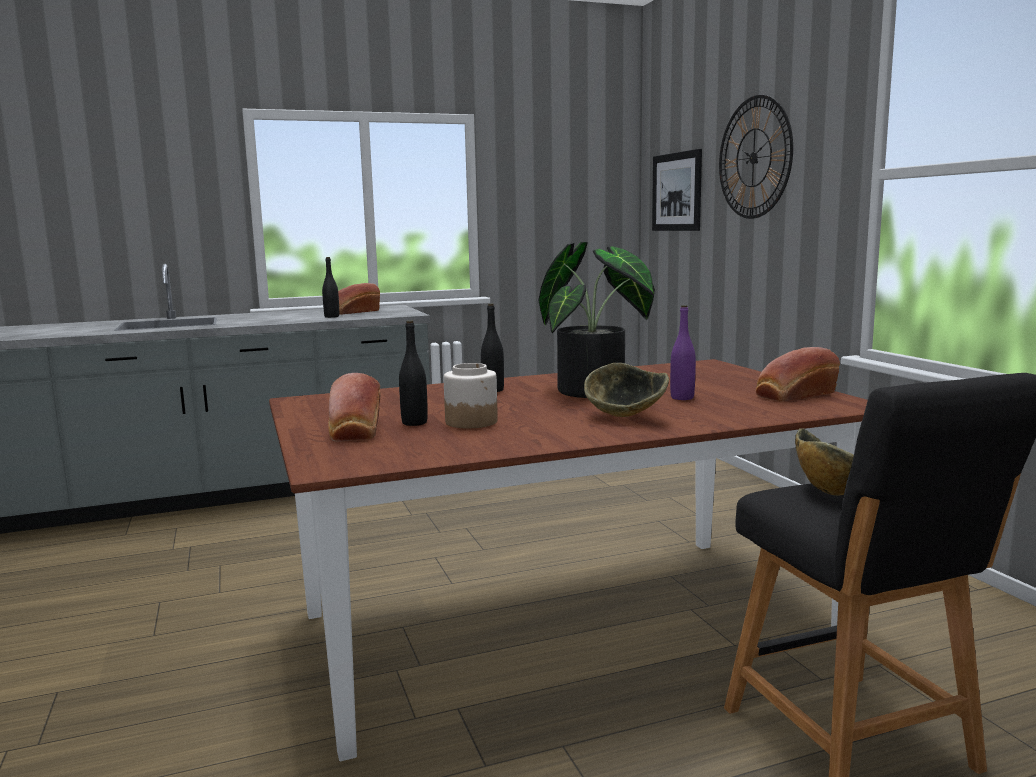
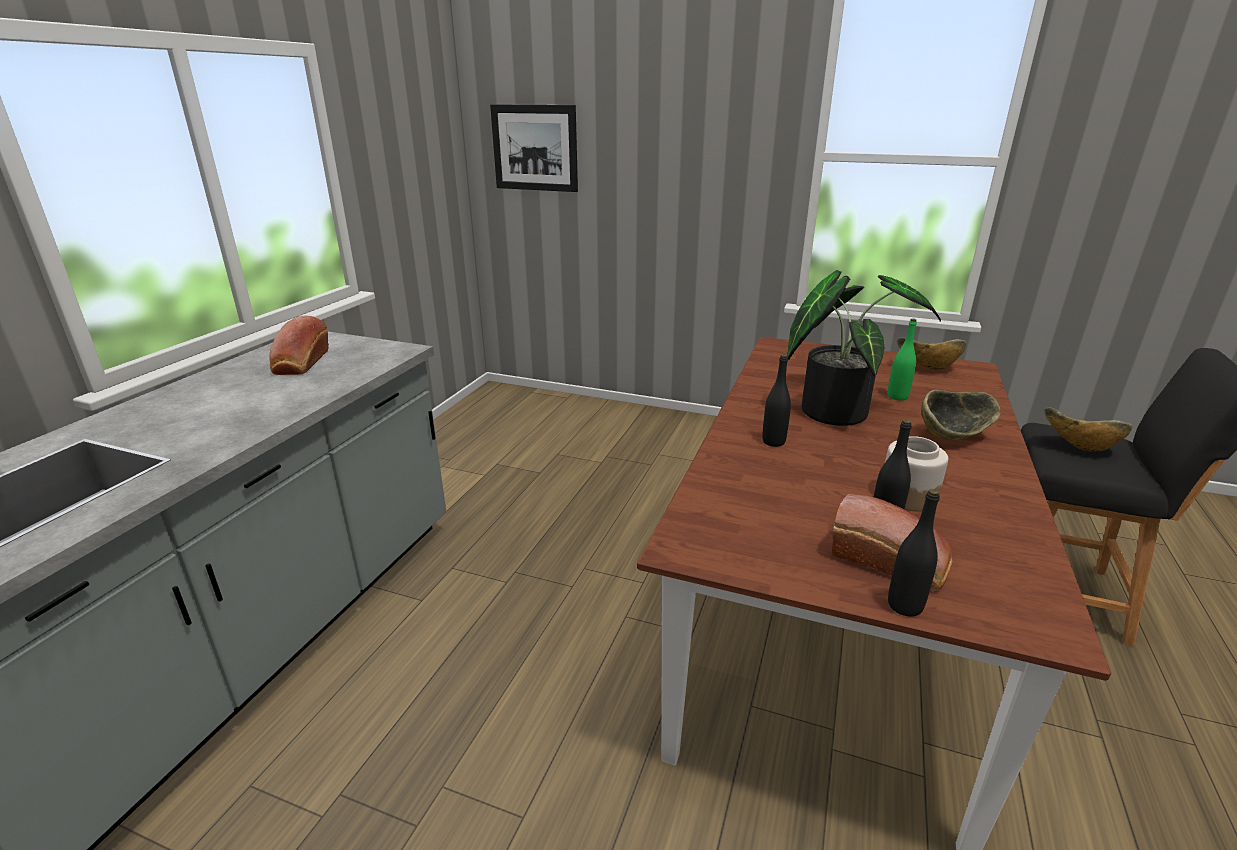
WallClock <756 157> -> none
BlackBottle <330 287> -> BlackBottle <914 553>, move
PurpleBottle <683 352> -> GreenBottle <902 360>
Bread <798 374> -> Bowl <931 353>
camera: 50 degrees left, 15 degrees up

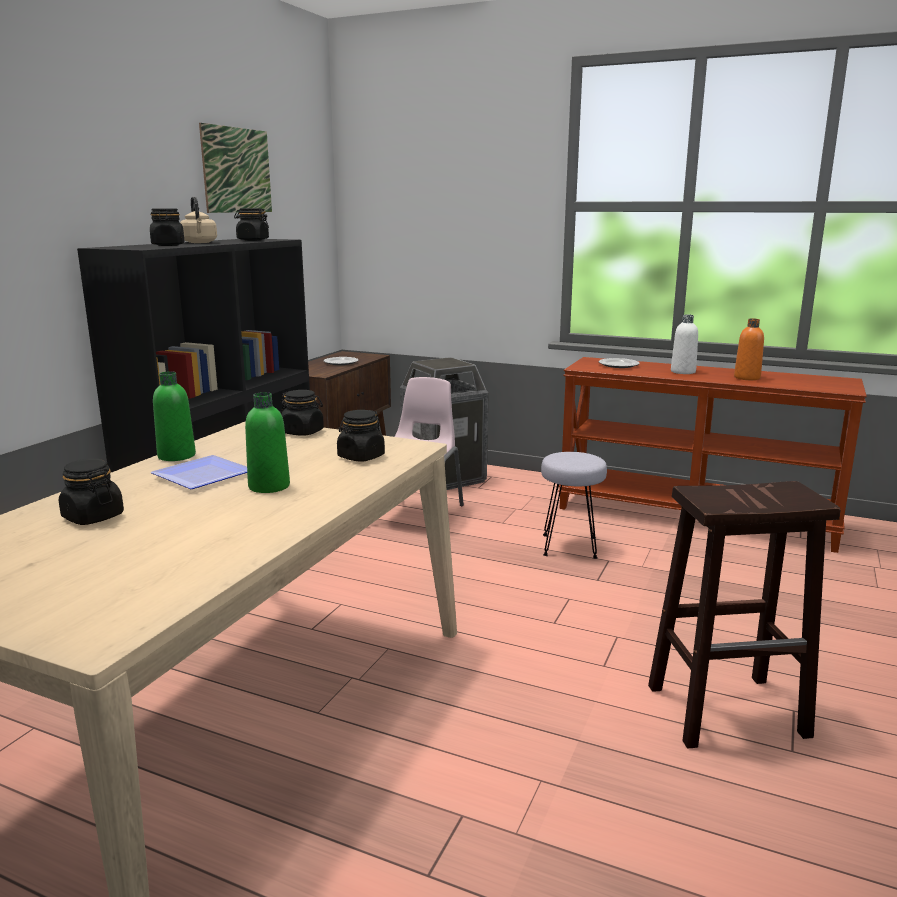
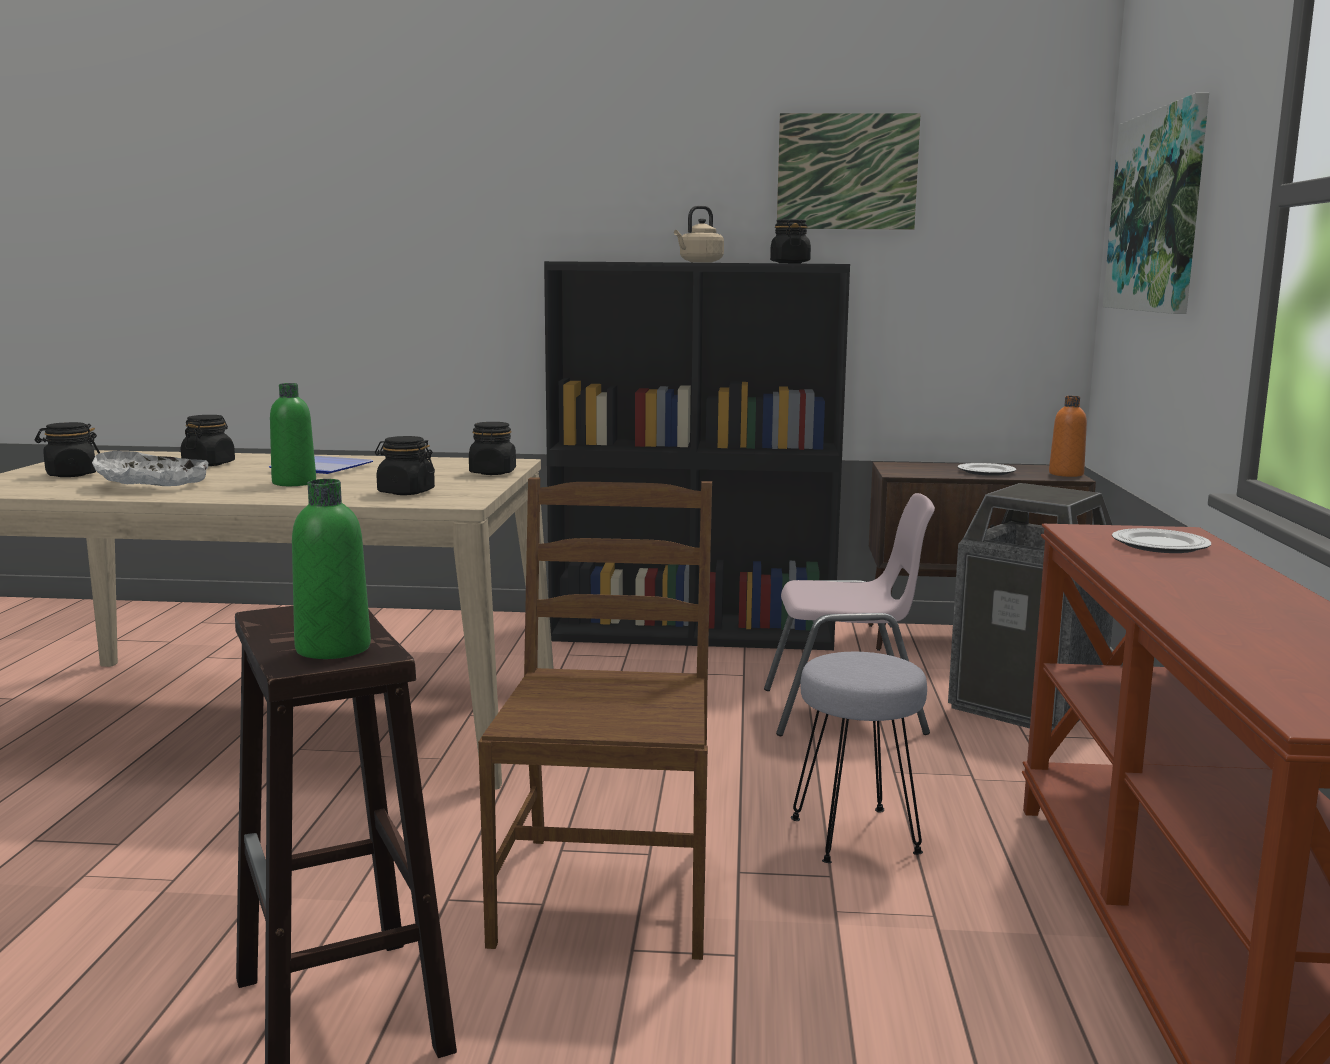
BlackJar <167 227> -> BlackJar <67 449>, move
WhiteBottle <684 344> -> none
OrangeBottle <749 349> -> OrangeBottle <1068 436>, move
GreenBottle <174 416> -> GreenBottle <331 569>, move
none -> Picture <1156 203>
none -> WhiteBowl <150 468>
none -> BrownChair <595 718>
camera: 70 degrees right, 5 degrees down

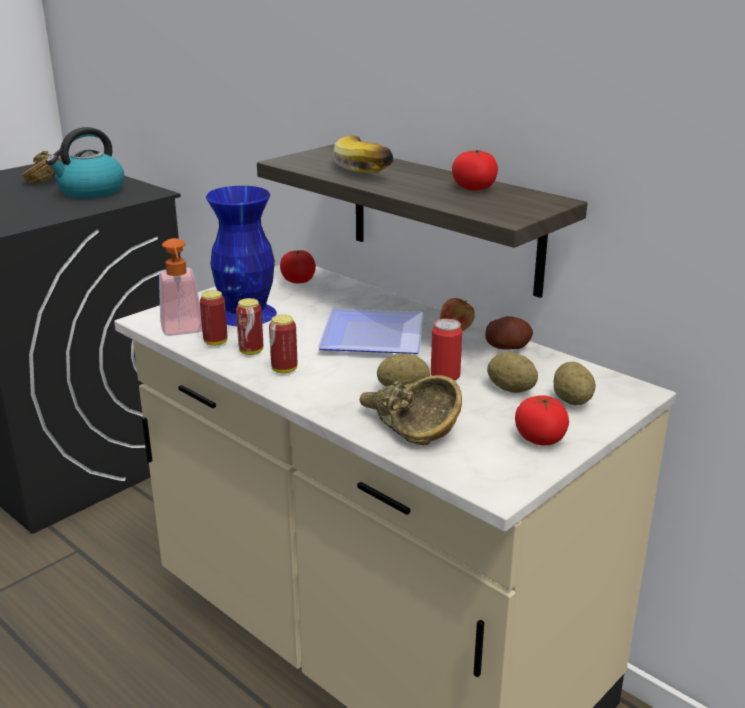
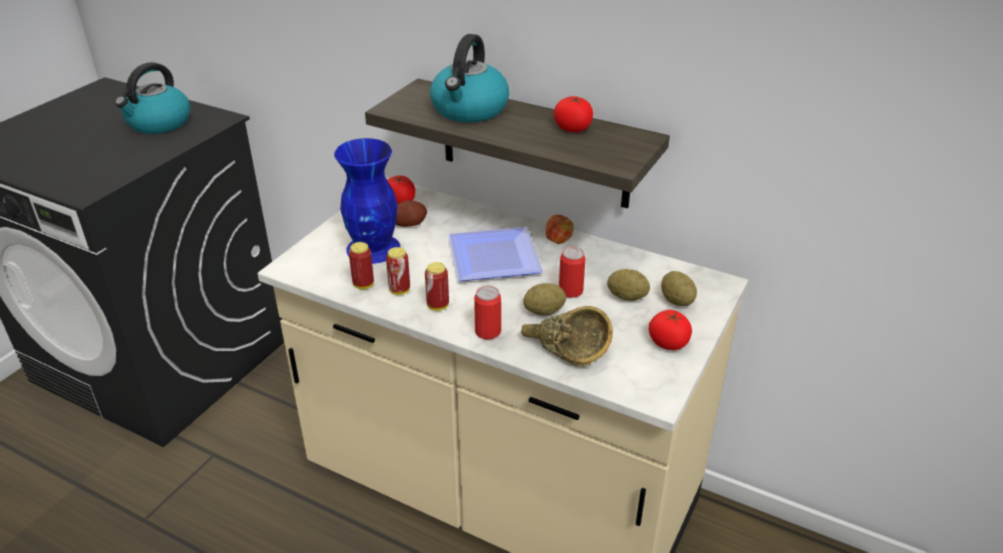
Banana <364 154> -> Kettle <469 78>
BrownBowl <41 167> -> none
SoapDispenser <180 287> -> none
Potato <509 333> -> Potato <411 213>, move
none -> Can <487 313>
camera: 15 degrees left, 10 degrees up

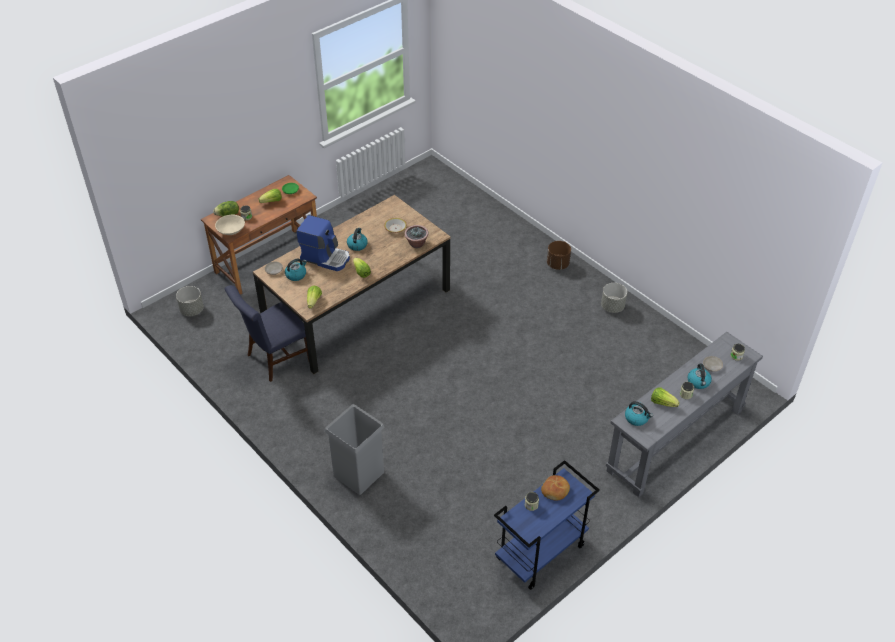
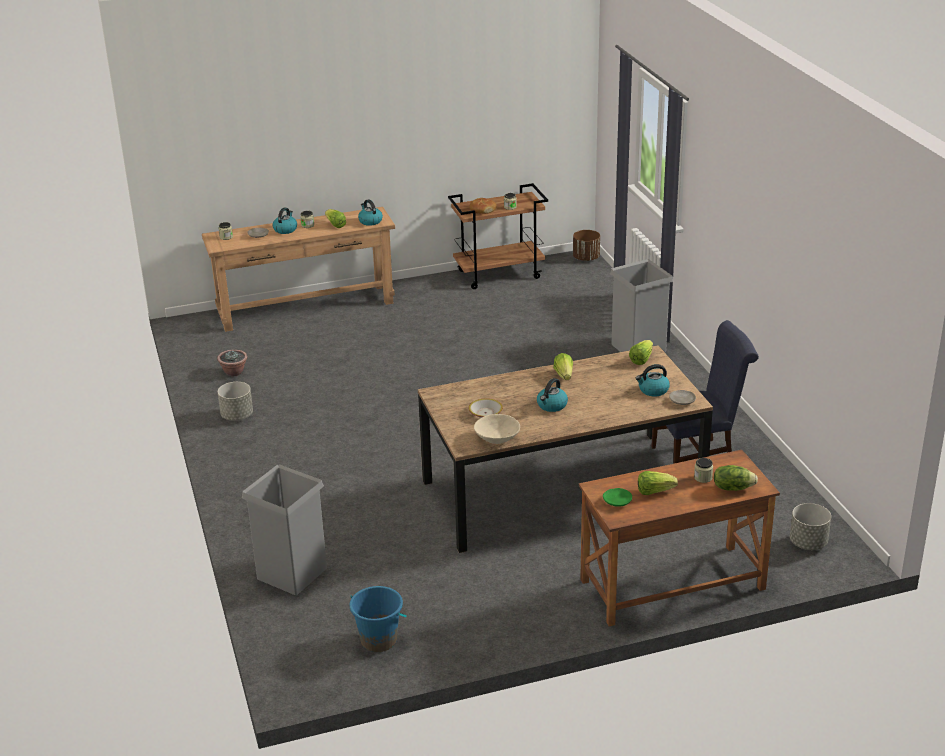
BeigeBowl <230 225> -> BeigeBowl <497 429>, move
CoffeeMachine <323 243> -> none
PottedPlant <416 236> -> PottedPlant <232 363>, move
BrownPlanter <559 255> -> BrownPlanter <586 245>, move
GreyConsoleTable <684 414> -> BrownConsoleTable <298 269>
BlueCart <547 525> -> BrownCart <498 236>
none -> GreyTrashCan <284 529>
none -> BlueBucket <378 619>
camera: 155 degrees left, 15 degrees down

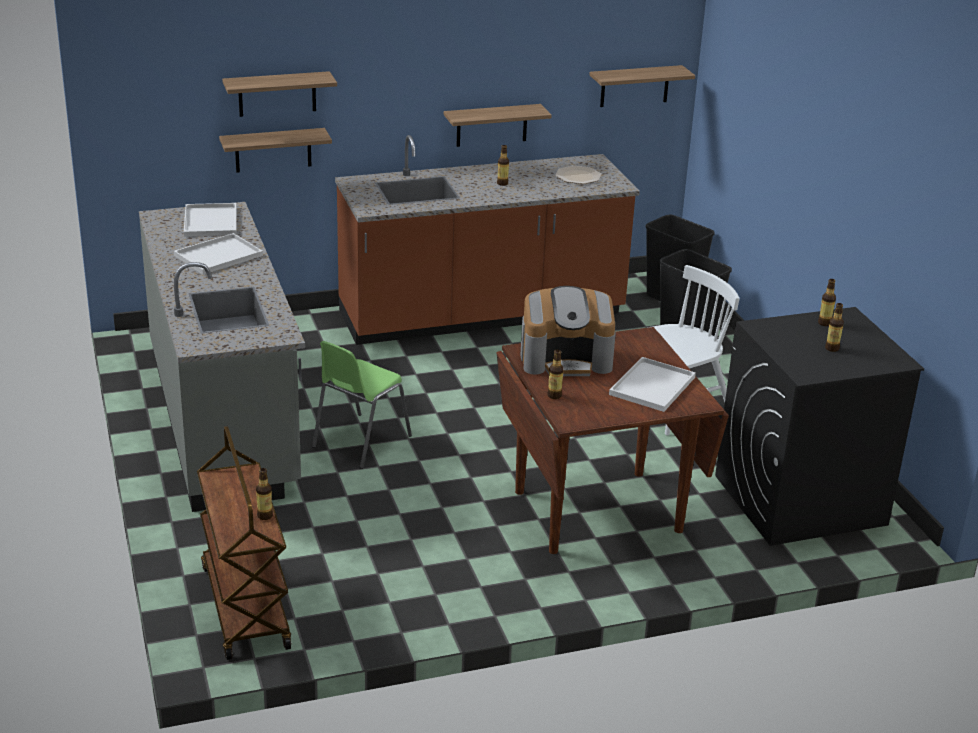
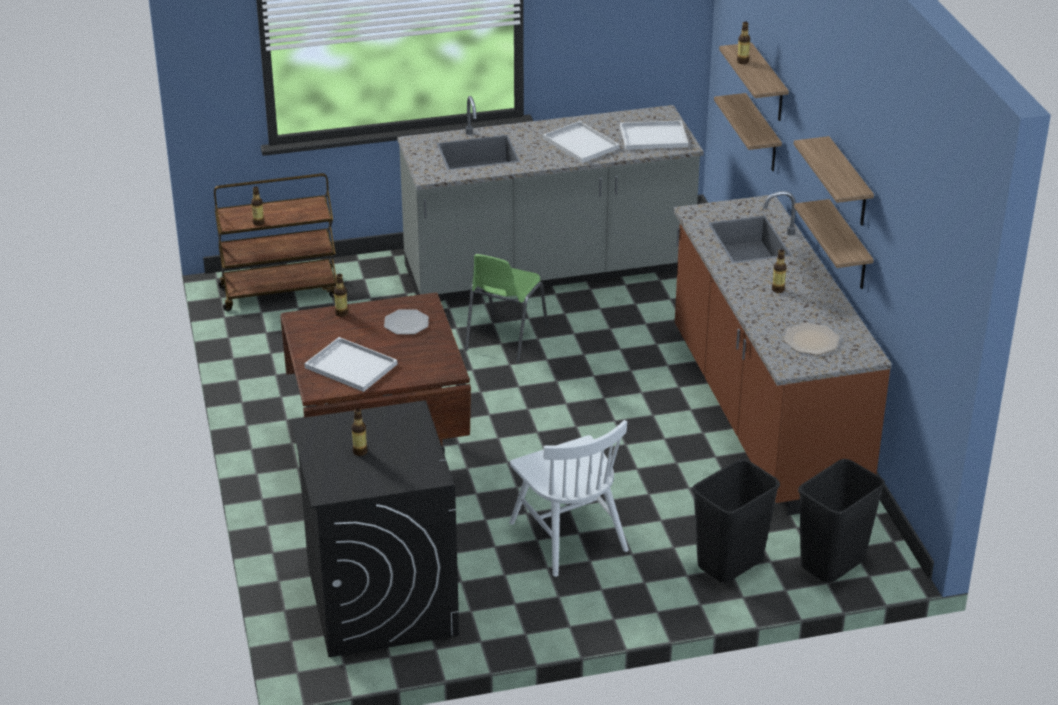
Shelf <642 86> -> Shelf <834 180>, move
Bottle <827 302> -> Bottle <743 43>, move
CoffeeMachine <568 331> -> Plate <406 322>
GreenChair <362 405> -> GreenChair <506 308>, 105 degrees counterclockwise
camera: 95 degrees right, 5 degrees up

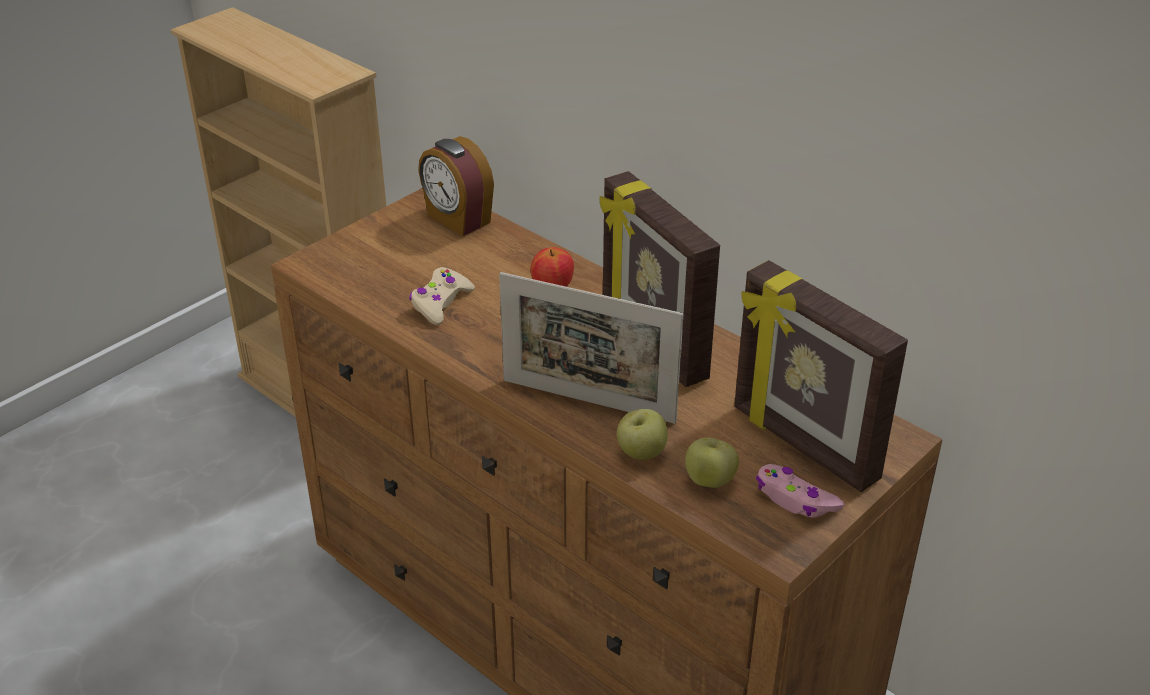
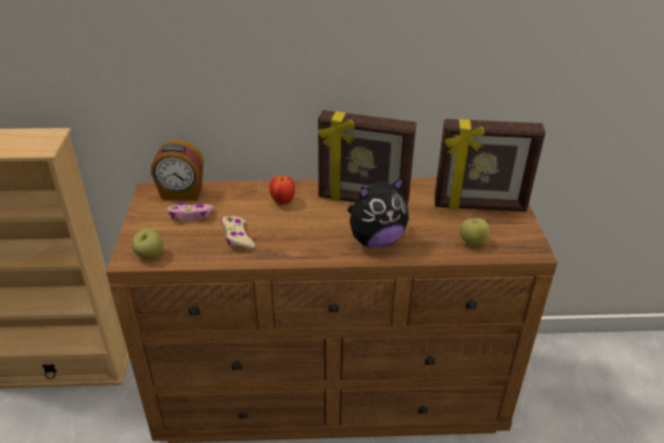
PictureFrame <591 348> -> PlushToy <378 212>
Apple <642 434> -> Apple <147 244>, move
PinkGameController <800 491> -> PinkGameController <191 211>, move
camera: 45 degrees left, 0 degrees up

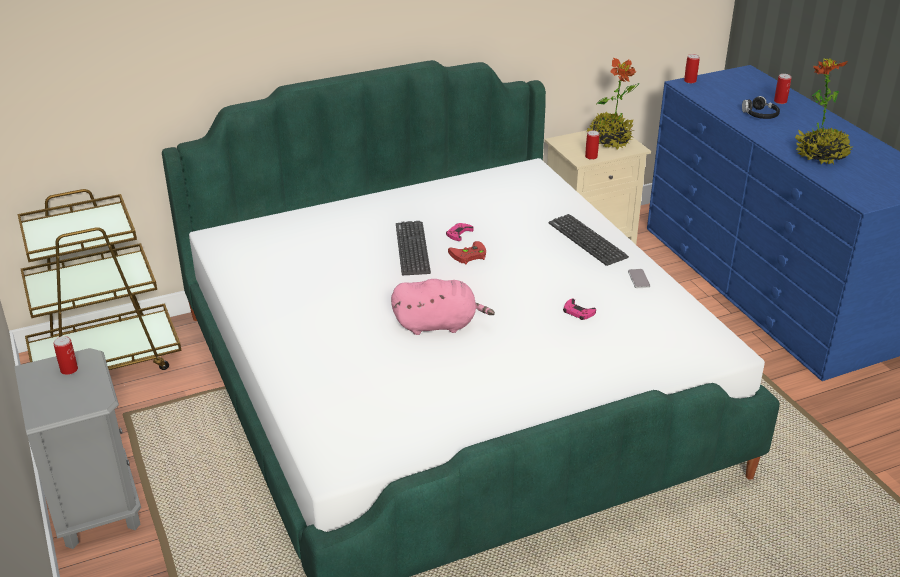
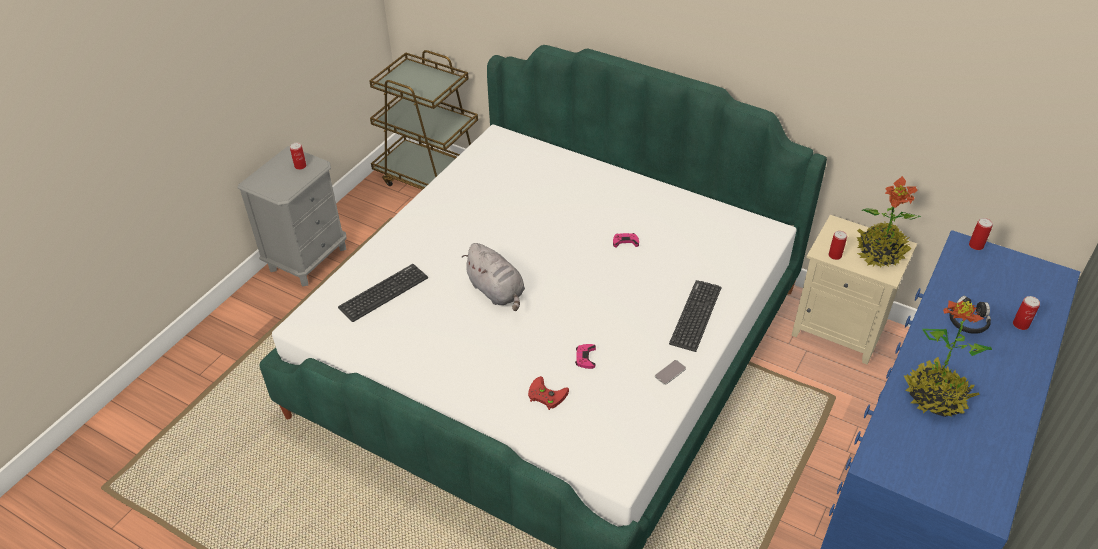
Keyboard <413 248> -> Keyboard <383 293>, move
RedGameController <467 252> -> RedGameController <548 393>, move
PinkPlushToy <443 307> -> GreyPlushToy <493 277>
camera: 55 degrees right, 10 degrees up

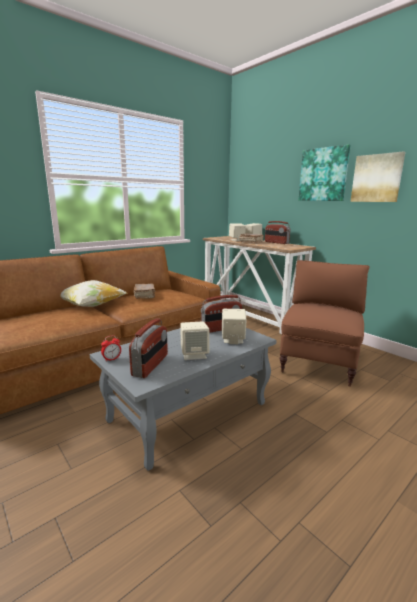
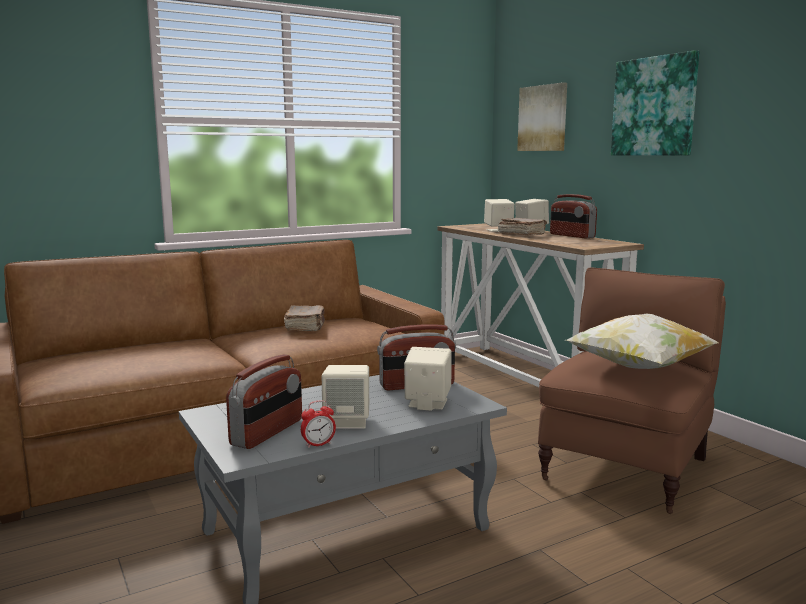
Picture <377 176> -> Picture <542 116>, move
Pillow <93 293> -> Pillow <642 341>, move
AlarmClock <111 348> -> AlarmClock <318 424>, move
camera: 10 degrees right, 5 degrees down

